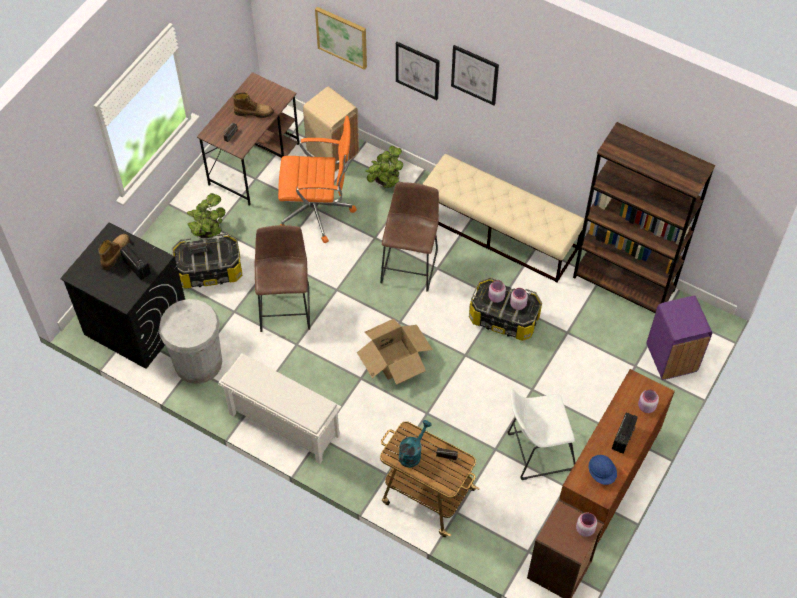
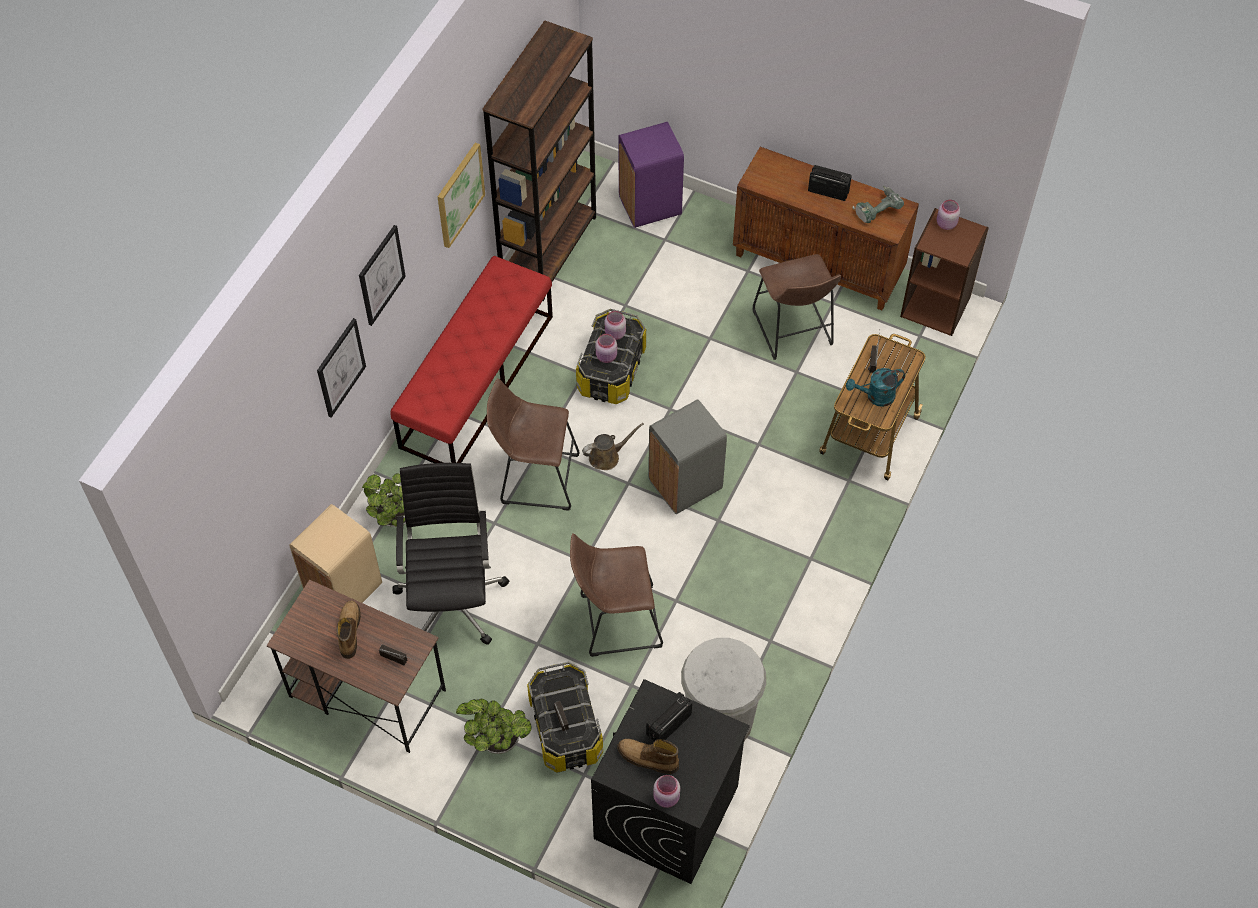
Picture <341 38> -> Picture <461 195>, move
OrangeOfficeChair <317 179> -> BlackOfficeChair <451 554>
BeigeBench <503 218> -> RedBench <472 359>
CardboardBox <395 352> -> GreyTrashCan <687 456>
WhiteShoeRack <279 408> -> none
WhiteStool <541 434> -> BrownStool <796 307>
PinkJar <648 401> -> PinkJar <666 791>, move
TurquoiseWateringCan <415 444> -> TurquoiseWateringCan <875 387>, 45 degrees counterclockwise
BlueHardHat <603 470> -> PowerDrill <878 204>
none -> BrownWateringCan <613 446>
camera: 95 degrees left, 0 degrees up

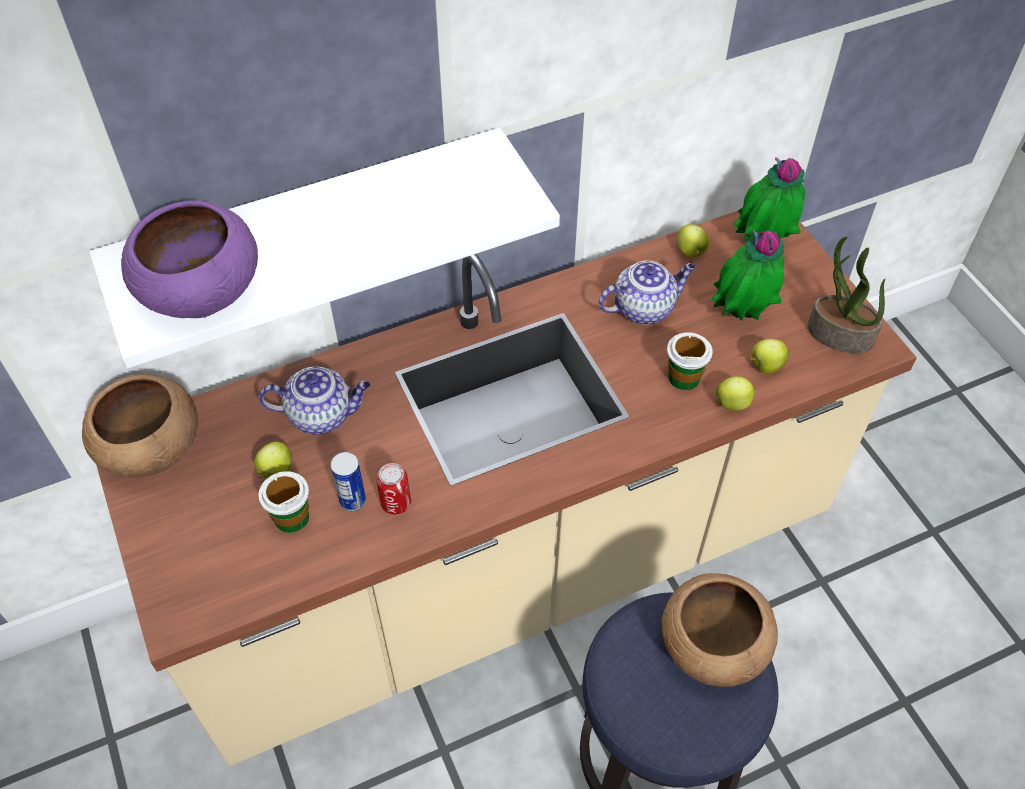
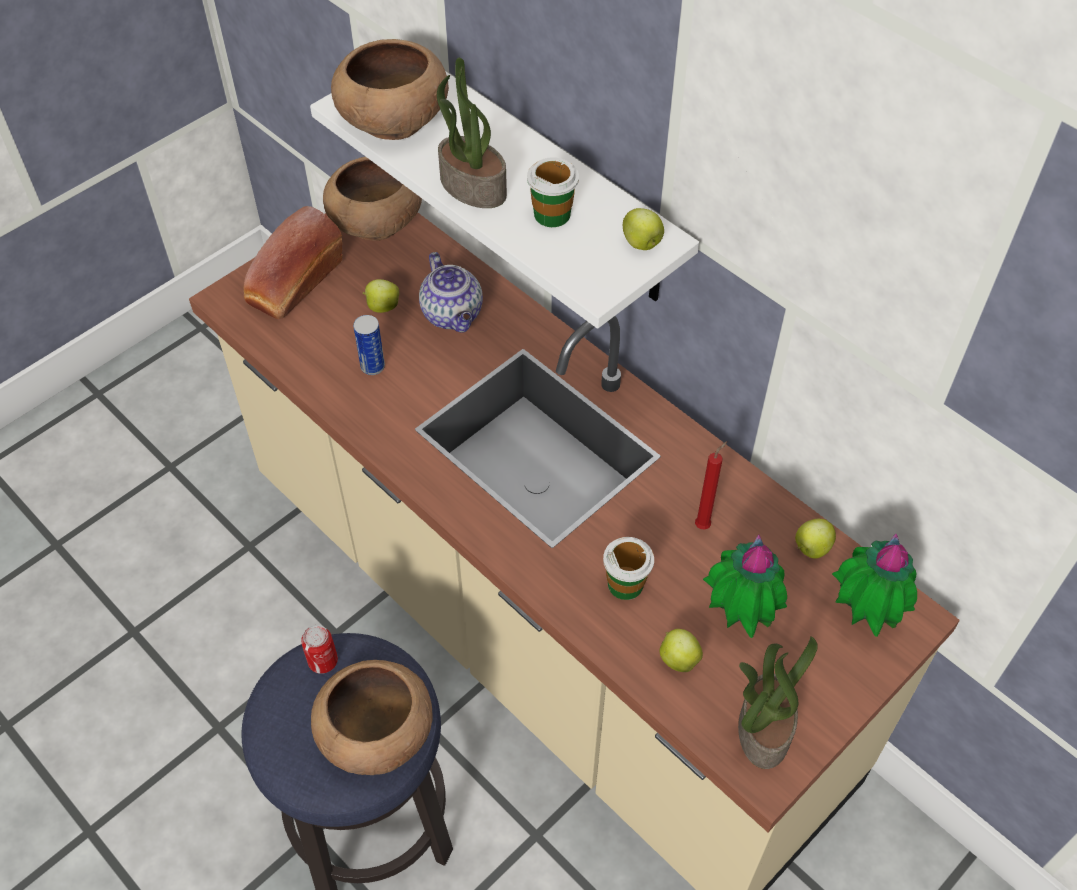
PurpleBowl <189 259> -> BrownBowl <390 89>
Teapot <647 292> -> RedCandle <711 485>
Apple <736 393> -> Apple <643 229>, move
Can <394 489> -> Can <319 649>, move
Cup <283 502> -> Cup <553 192>, move
none -> PottedPlant <472 133>
none -> Bread <293 262>
camera: 70 degrees right, 0 degrees up

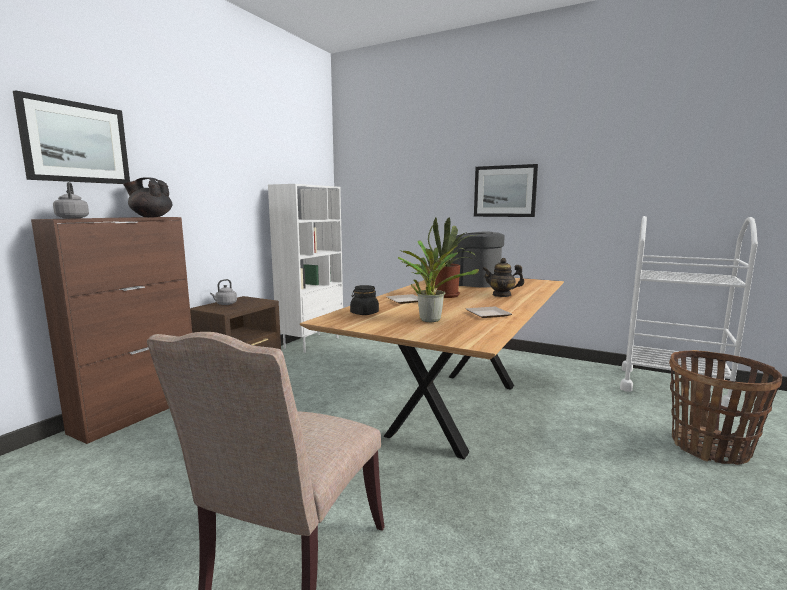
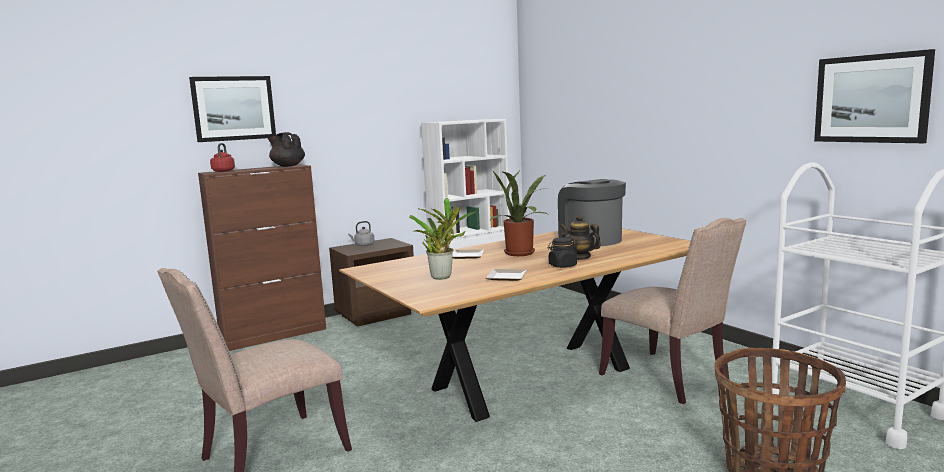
Picture <506 190> -> Picture <874 96>, move
GreyKettle <71 200> -> RedKettle <222 157>
BlackJar <364 300> -> BlackJar <562 253>, move
none -> BeigeChair <672 311>
camera: 30 degrees right, 0 degrees up

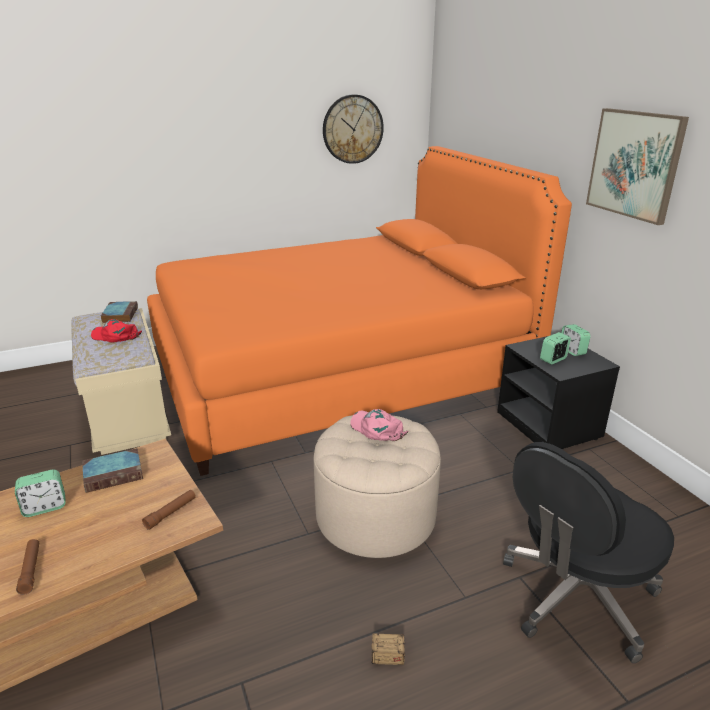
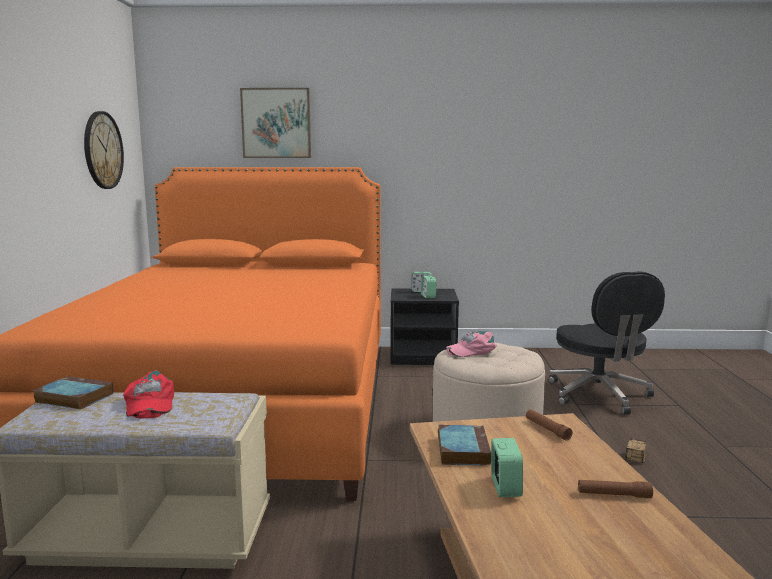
Picture <637 166> -> Picture <275 123>, move
RedCap <116 330> -> RedCap <148 394>, 60 degrees counterclockwise
camera: 65 degrees left, 15 degrees down

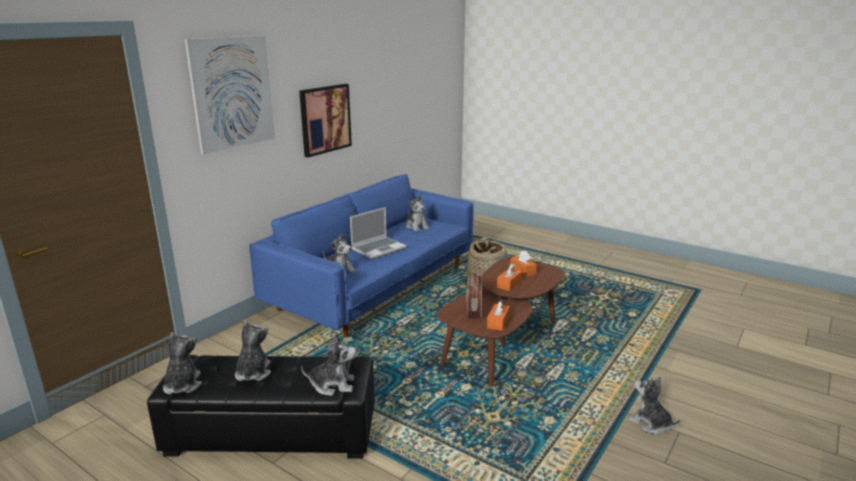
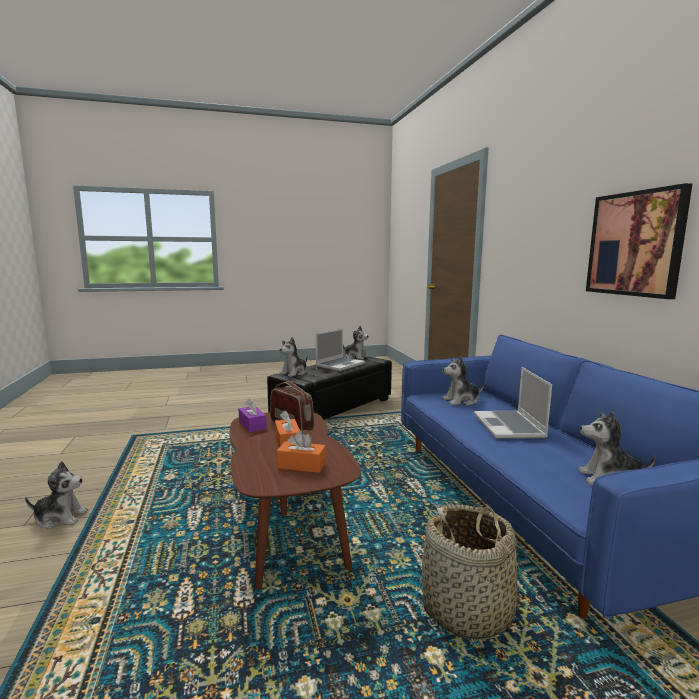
Picture <230 94> -> none
OrangeTissueBox <498 315> -> PurpleTissueBox <253 415>
PlushToy <253 351> -> Laptop <341 350>
camera: 130 degrees right, 10 degrees down

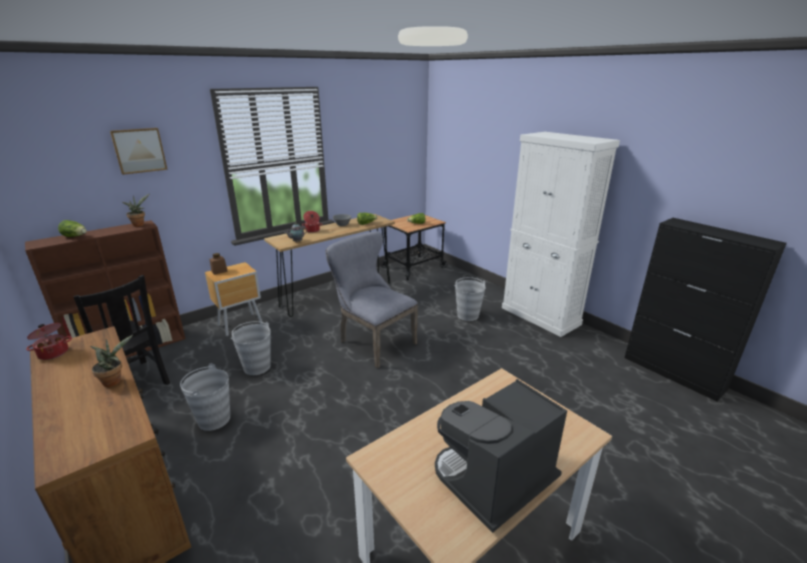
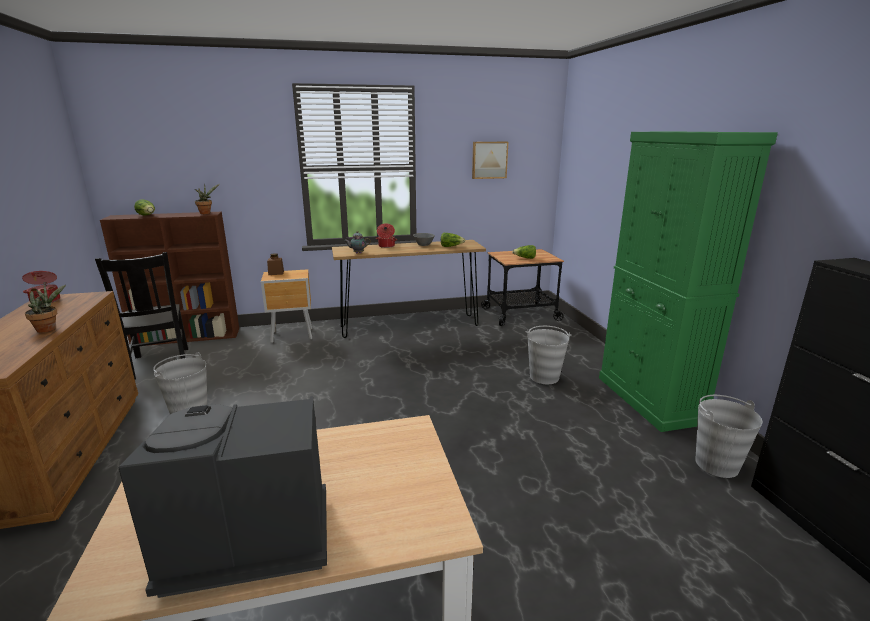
Picture <139 151> -> Picture <490 160>, move
WhiteCabinet <561 234> -> GreenCabinet <688 282>
GreyChair <372 299> -> none
GreyBucket <251 348> -> GreyBucket <728 436>, move
camera: 25 degrees right, 5 degrees down

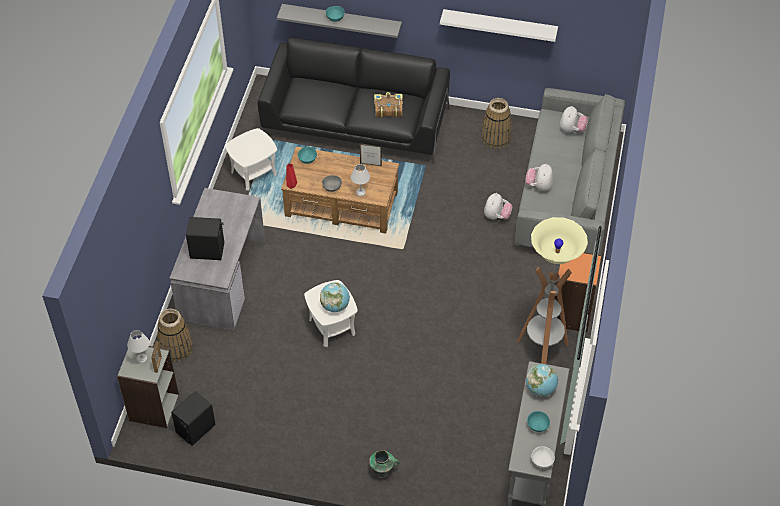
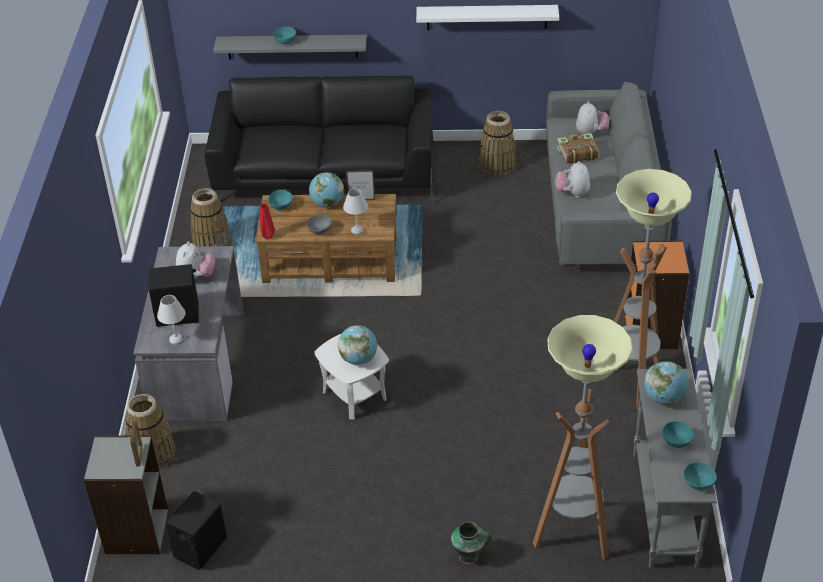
Book <388 105> -> Book <578 148>, move
WhiteSideTable <251 159> -> Basket <210 217>
PlushToy <498 206> -> PlushToy <195 259>, move
WhiteTableLamp <138 346> -> WhiteTableLamp <171 320>, move
WhiteBowl <543 457> -> TurquoiseBowl <700 476>
none -> Globe <326 190>
none -> FloorLamp <583 437>
camera: 10 degrees left, 10 degrees down

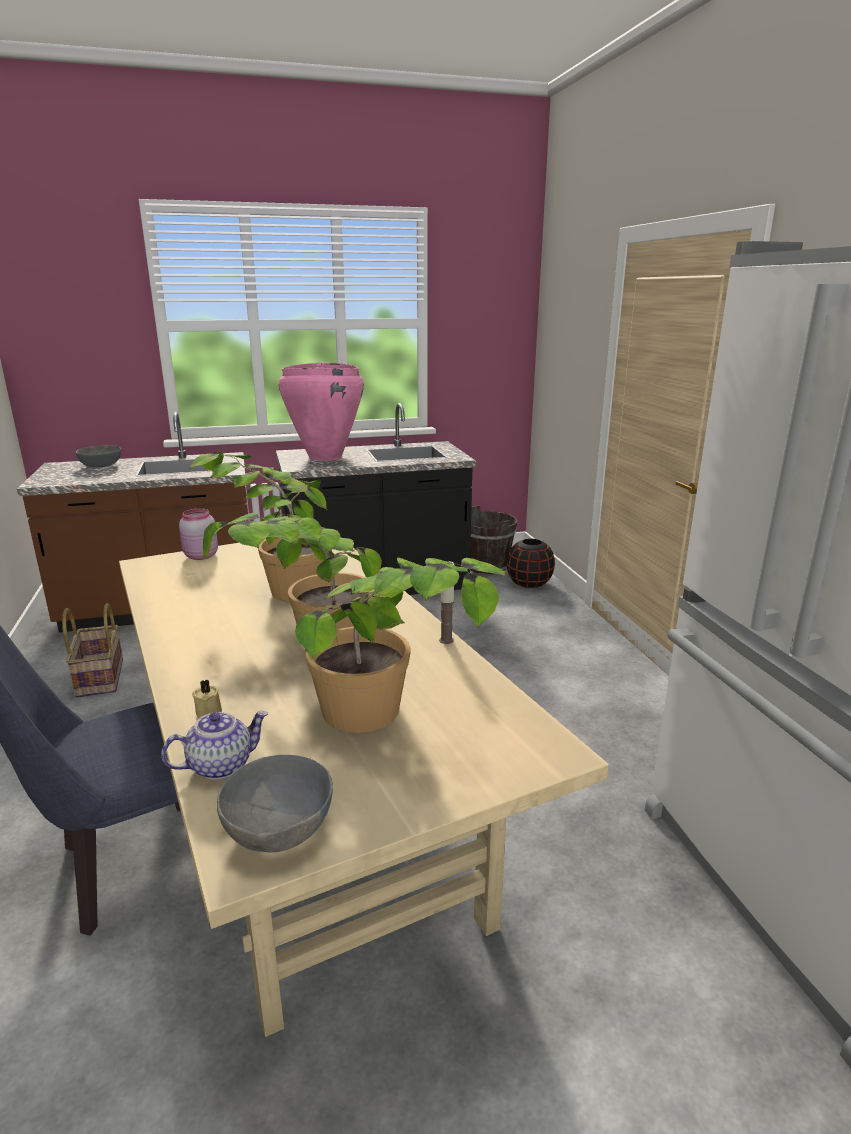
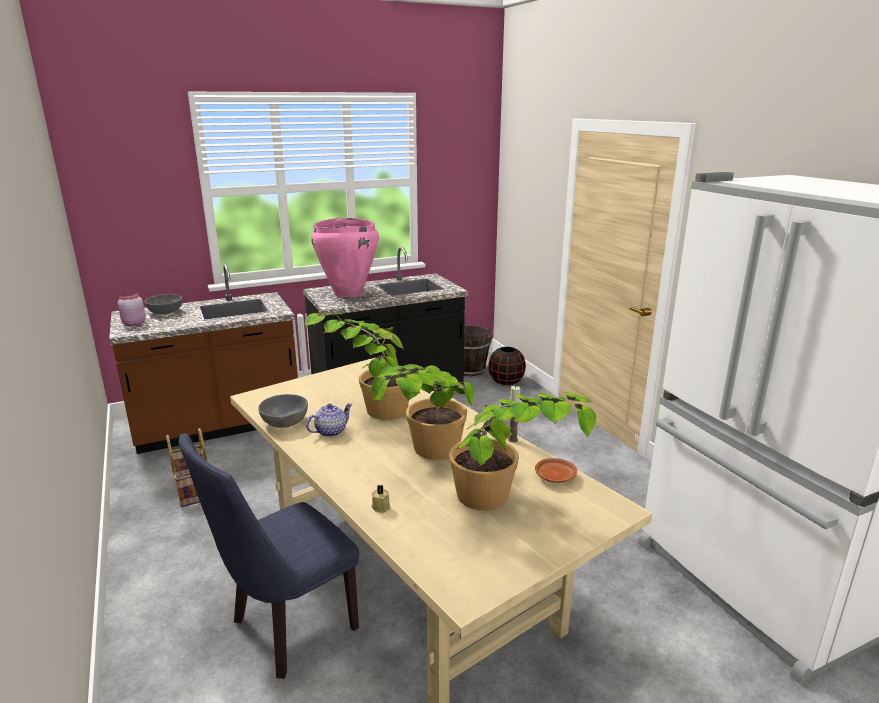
PinkJar <198 534> -> PinkJar <132 309>, move
Teapot <214 745> -> Teapot <329 420>, move
GreyBowl <275 803> -> GreyBowl <283 411>, move
none -> BrownPlate <556 470>
camera: 10 degrees left, 0 degrees up

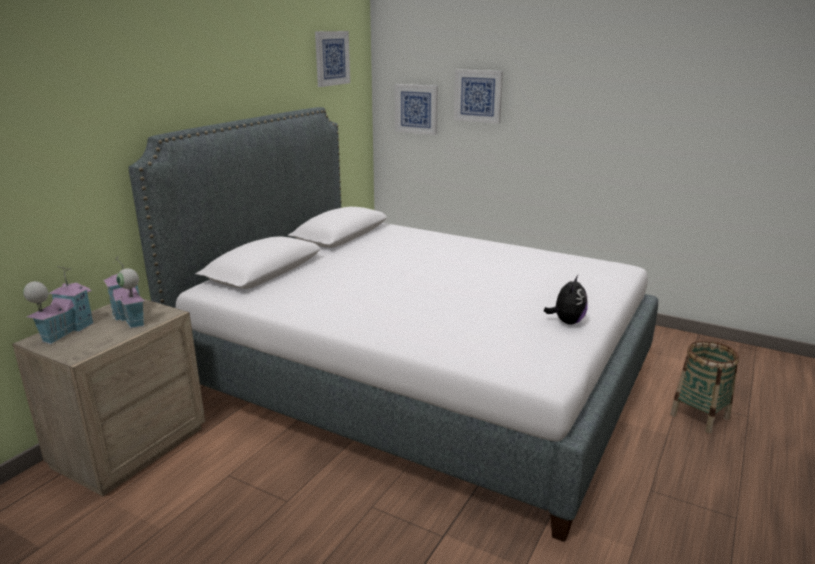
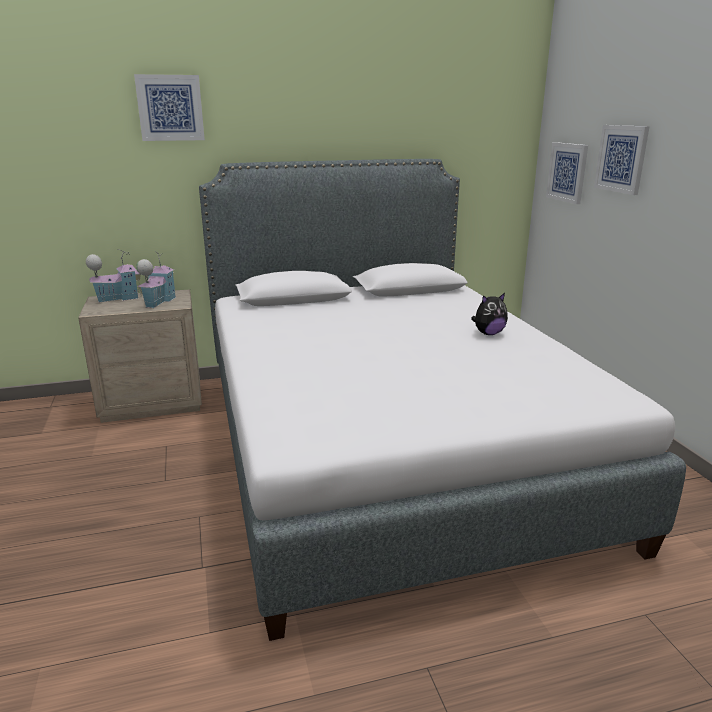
Picture <332 59> -> Picture <169 107>, move
PlushToy <566 300> -> PlushToy <489 314>, move
Basket <704 387> -> none
camera: 45 degrees right, 0 degrees up

